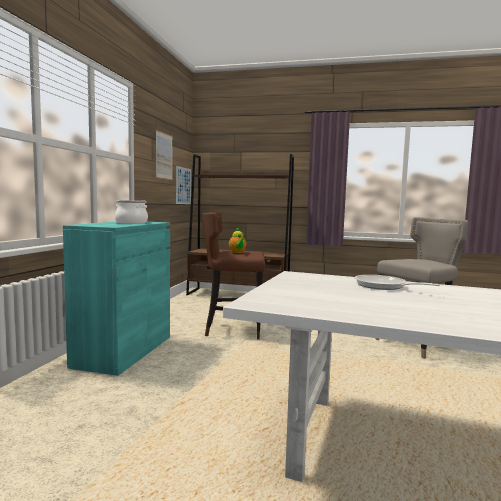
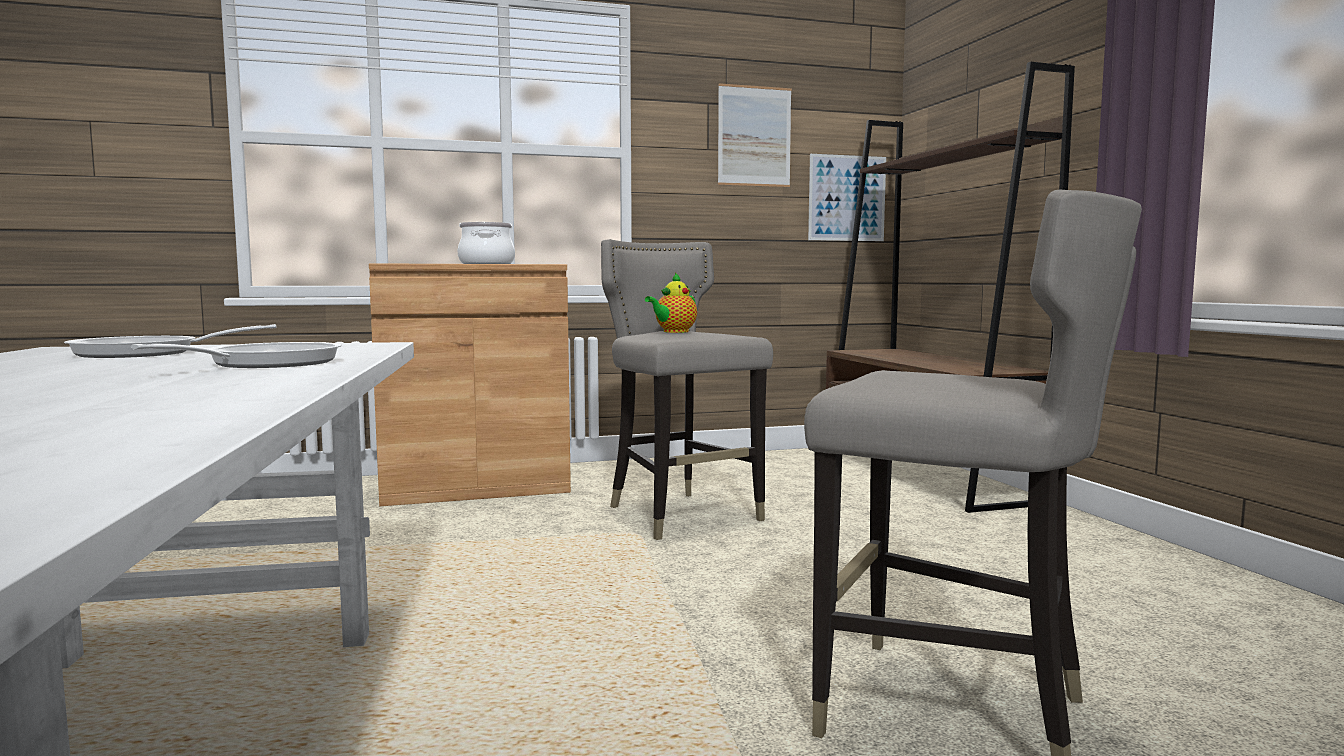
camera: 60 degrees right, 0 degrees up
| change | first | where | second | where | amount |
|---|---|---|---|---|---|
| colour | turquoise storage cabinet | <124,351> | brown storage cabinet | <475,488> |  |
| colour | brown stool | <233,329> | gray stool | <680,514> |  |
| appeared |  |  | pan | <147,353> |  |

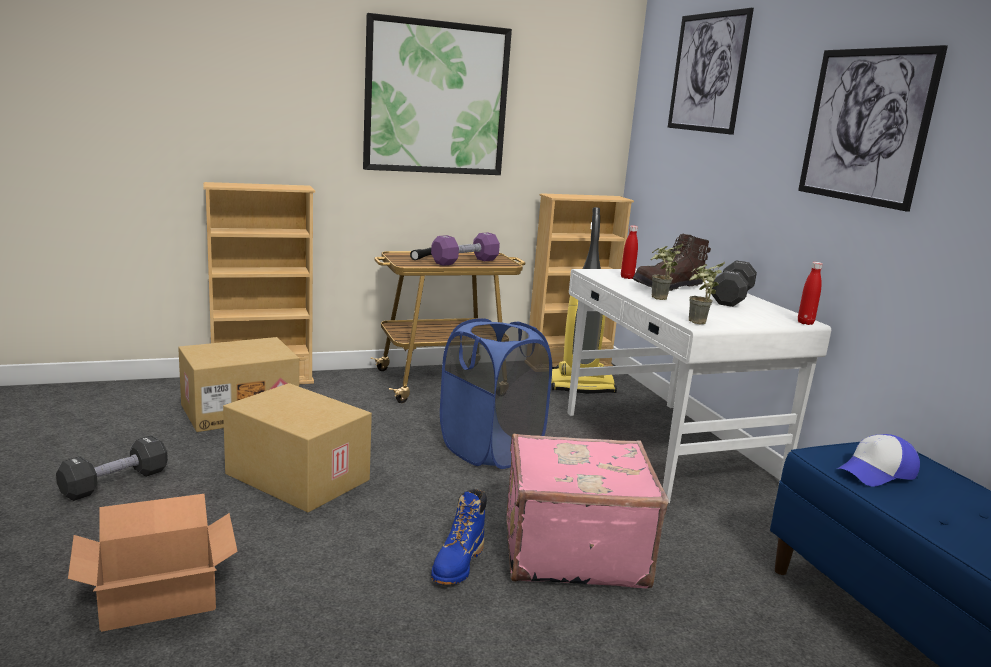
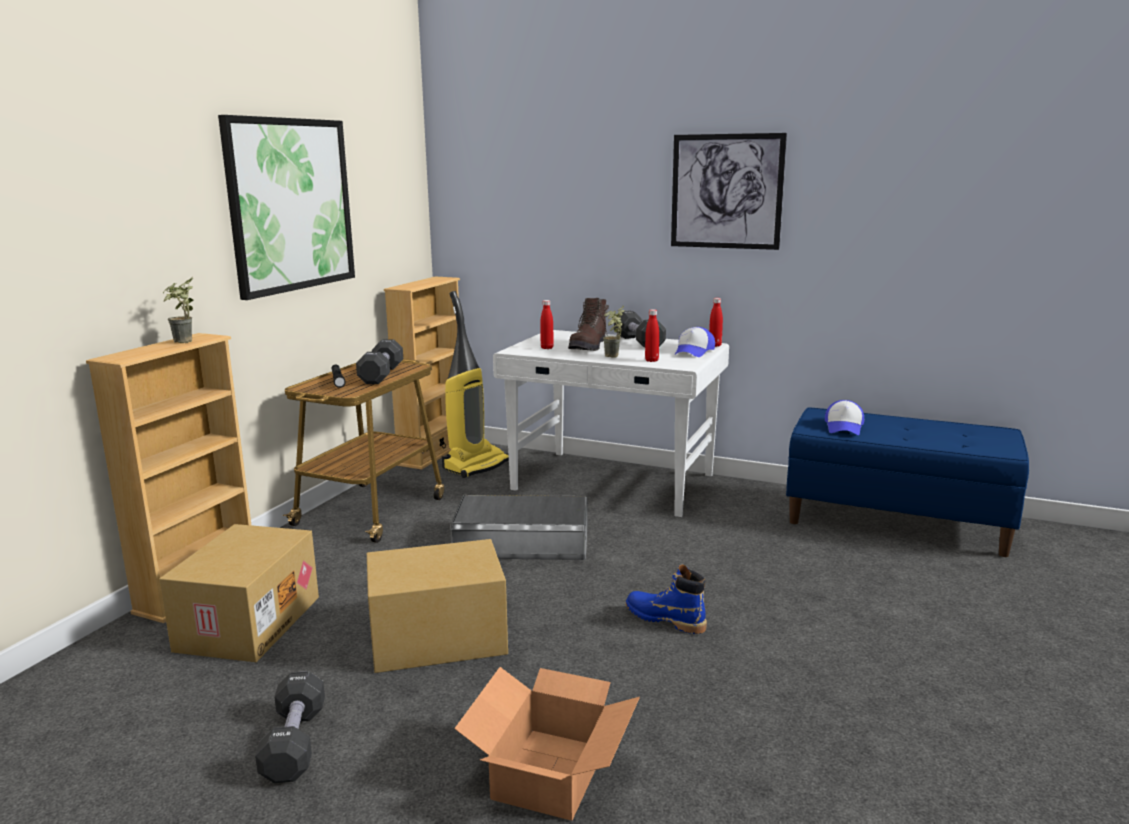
camera: 45 degrees left, 0 degrees up
| change | first | where | second | where | amount |
|---|---|---|---|---|---|
| colour | purple-coloured hand weight | <465,261> | black-coloured hand weight | <381,375> |  |
| spun | blue-coloured boot | <458,564> |  | <665,619> | 150 degrees clockwise |
| exchanged | blue-coloured hamper | <490,450> | gray storage bin | <522,541> |  |
| missing | pink-coloured travel case | <572,549> |  |  |  |
| missing | picture | <707,72> |  |  |  |
| relocated | plant in a pot | <696,323> |  | <183,343> |  |
| appeared |  |  | red beverage bottle | <651,360> |  |
| appeared |  |  | peaked cap | <694,352> |  |

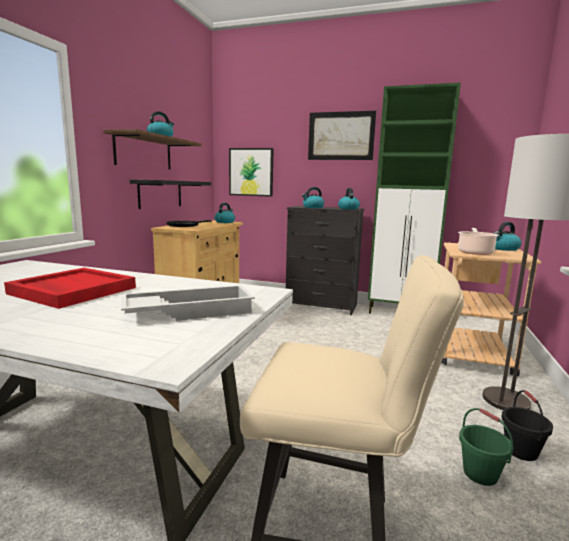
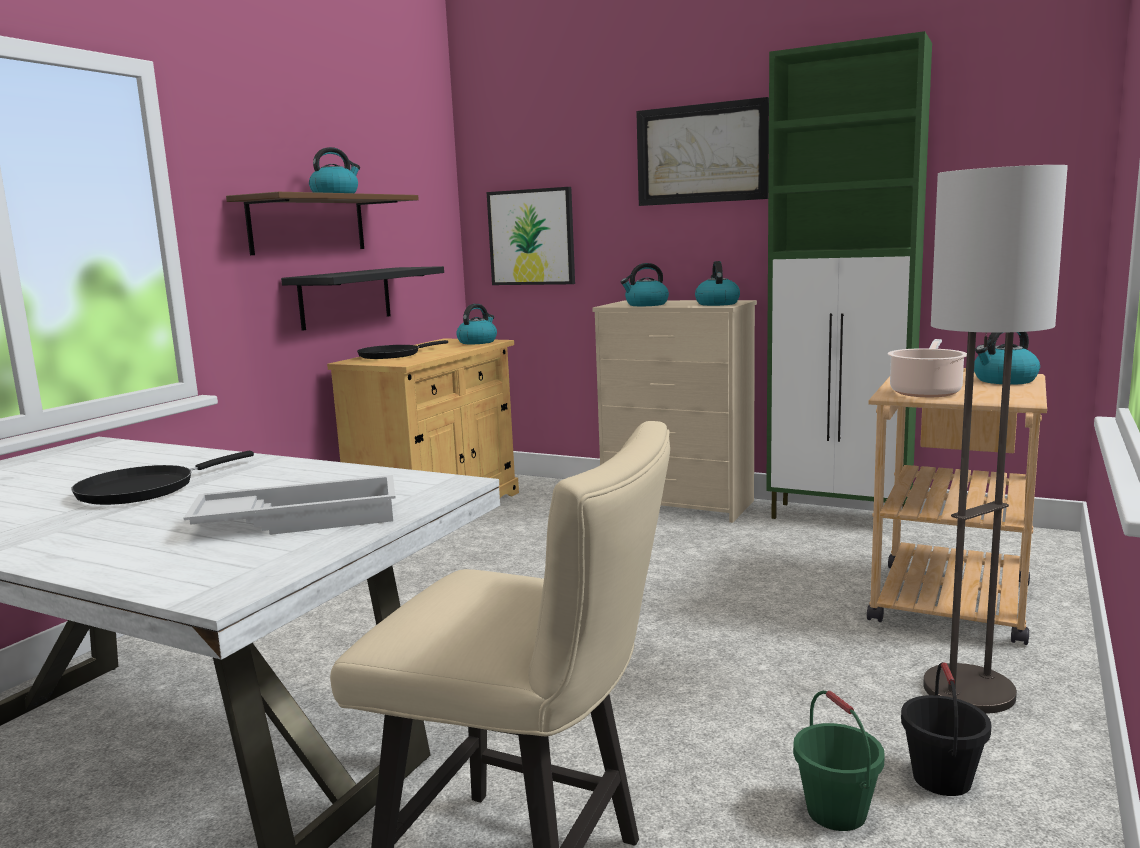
camera: 10 degrees right, 0 degrees up
| change | first | where | second | where | amount |
|---|---|---|---|---|---|
| exchanged | red carrying tray | <72,291> | black-coloured pan | <144,489> |  |
| colour | black-coloured chest of drawers | <322,306> | beige-coloured chest of drawers | <678,504> |  |

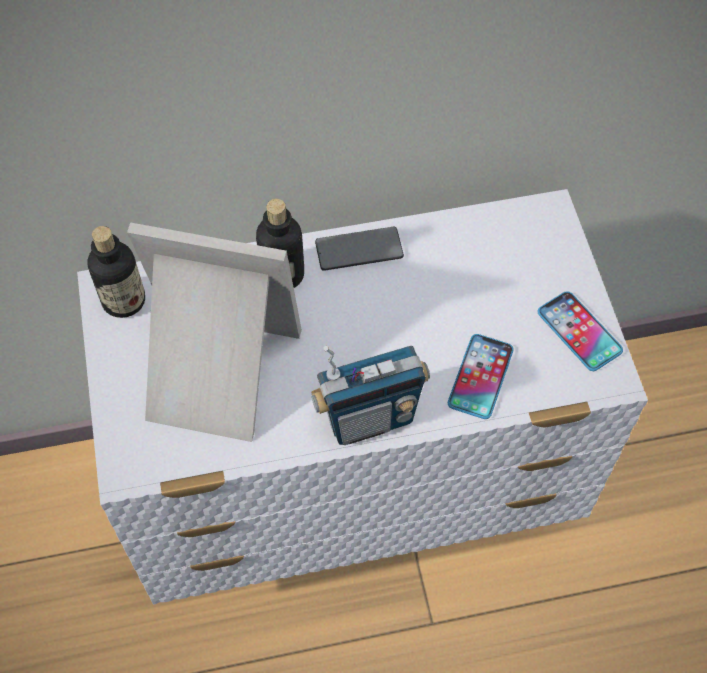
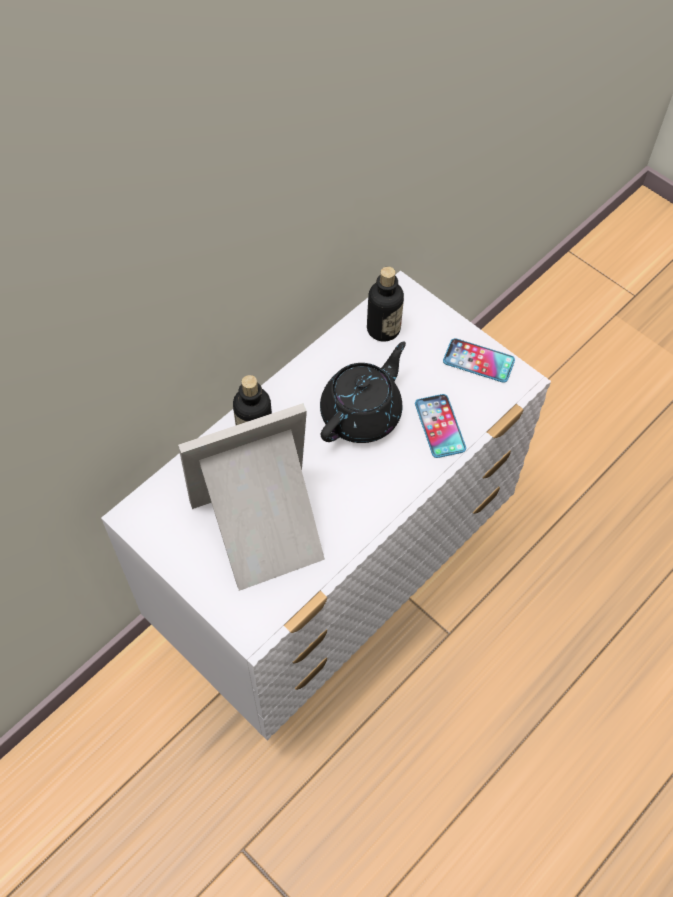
camera: 35 degrees left, 0 degrees up
| change | first | where | second | where | amount |
|---|---|---|---|---|---|
| relocated | beverage bottle | <124,300> |  | <383,329> |  |
| missing | radio set | <369,418> |  |  |  |
| missing | handset | <359,250> |  |  |  |
| appeared |  |  | black-coloured teapot | <362,414> |  |

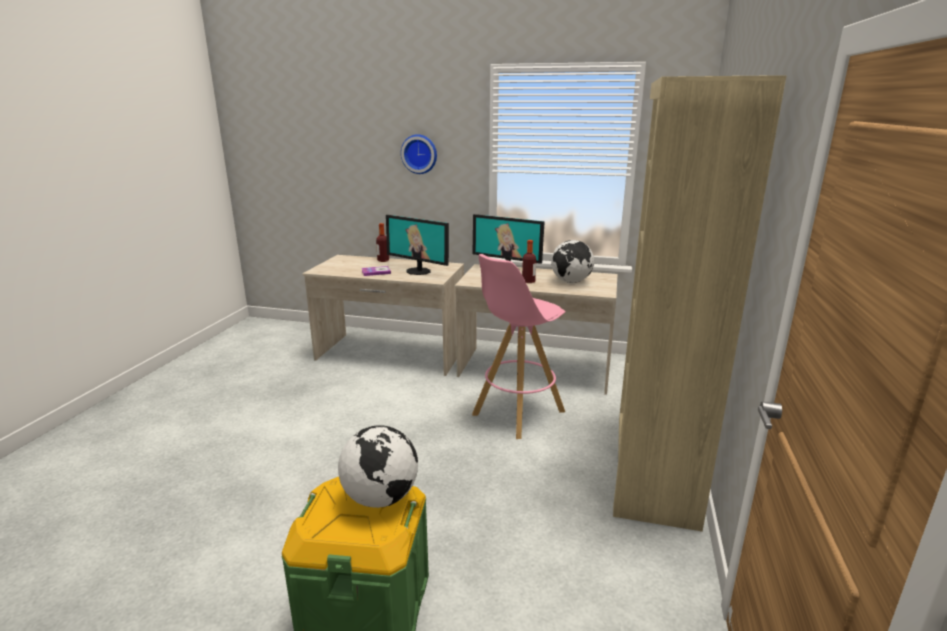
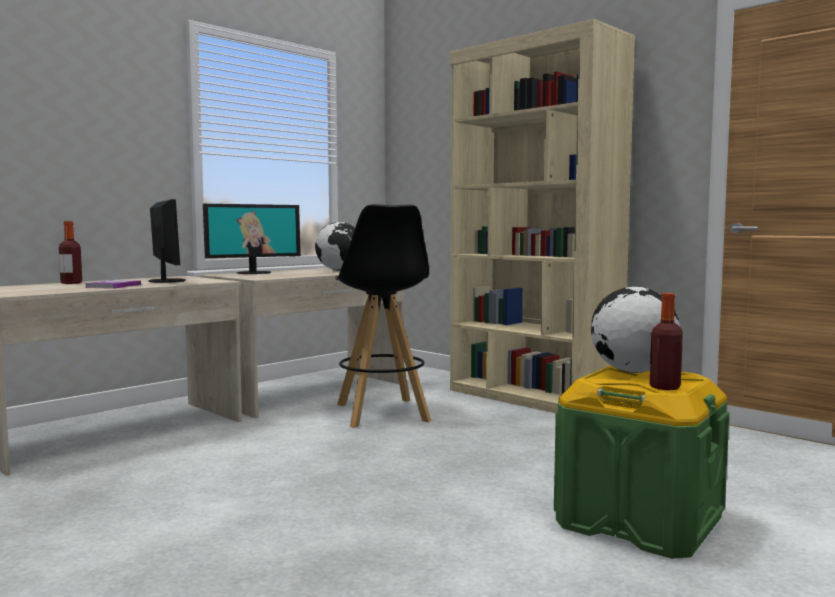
camera: 60 degrees left, 15 degrees down
| change | first | where | second | where | amount |
|---|---|---|---|---|---|
| spun | computer display | <419,271> |  | <166,281> | 90 degrees counterclockwise |
| missing | hanging clock | <419,154> |  |  |  |
| colour | pink-coloured stool | <517,413> | black-coloured stool | <382,413> |  |
| relocated | beverage bottle | <528,281> |  | <665,387> |  |

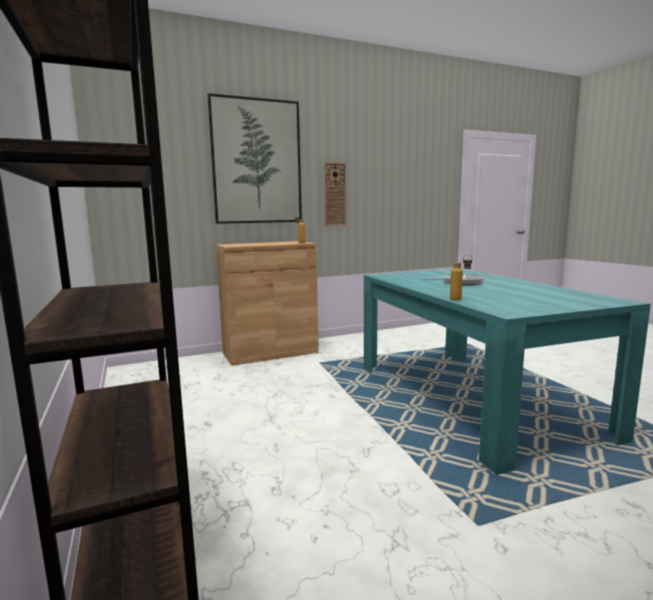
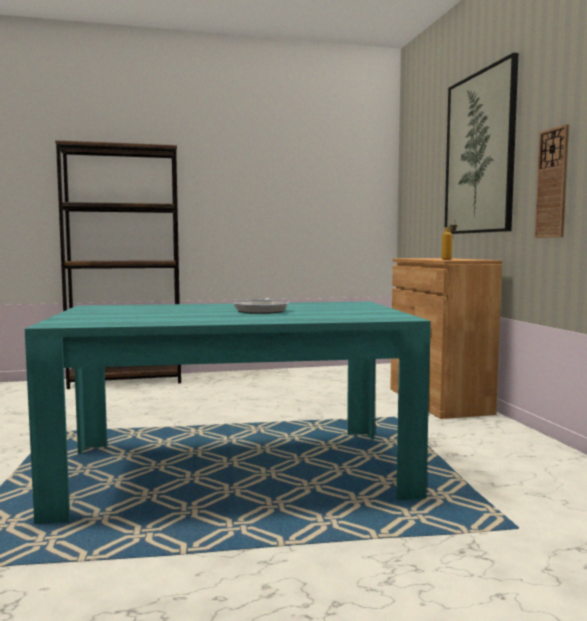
camera: 100 degrees right, 5 degrees down
| change | first | where | second | where | amount |
|---|---|---|---|---|---|
| missing | beverage bottle | <460,300> |  |  |  |

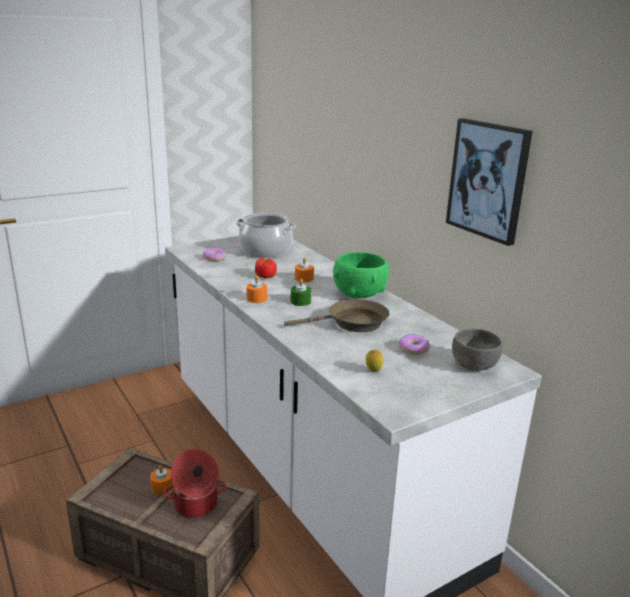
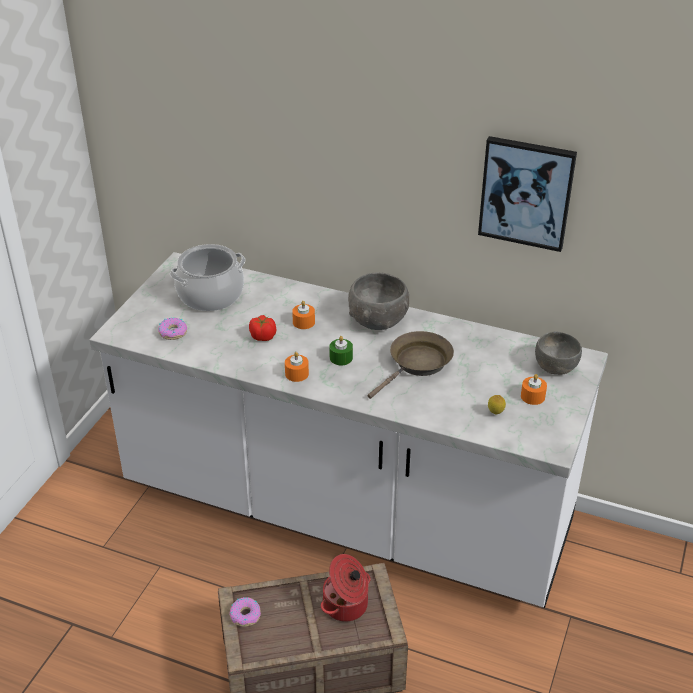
camera: 35 degrees left, 15 degrees up
| change | first | where | second | where | amount |
|---|---|---|---|---|---|
| relocated | orange wax candle | <162,486> |  | <532,396> |  |
| colour | green serving bowl | <359,293> | gray serving bowl | <378,320> |  |
| relocated | ring doughnut | <414,349> |  | <245,615> |  |

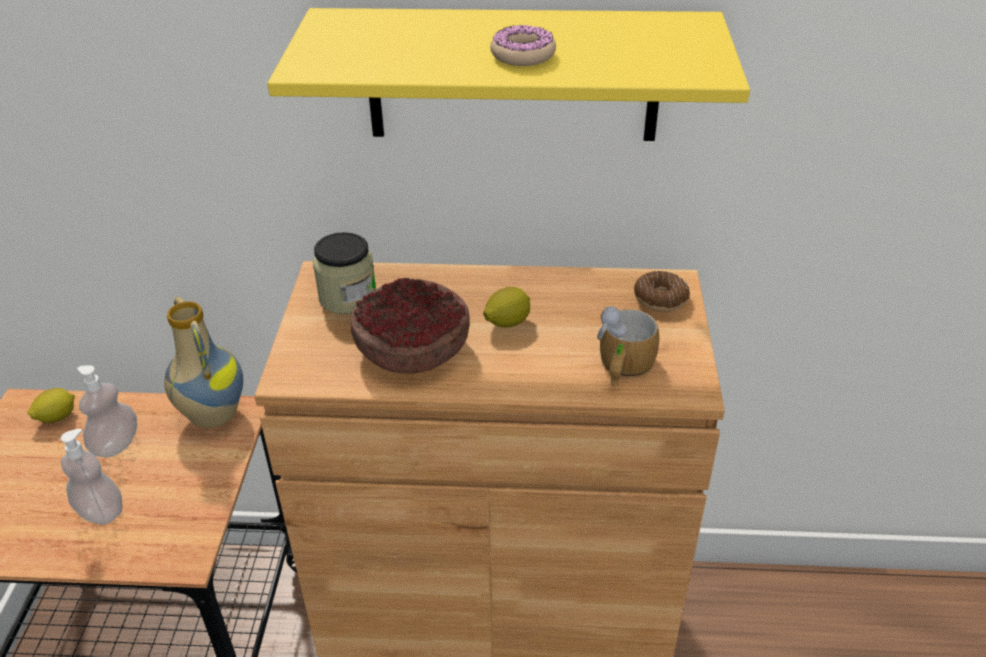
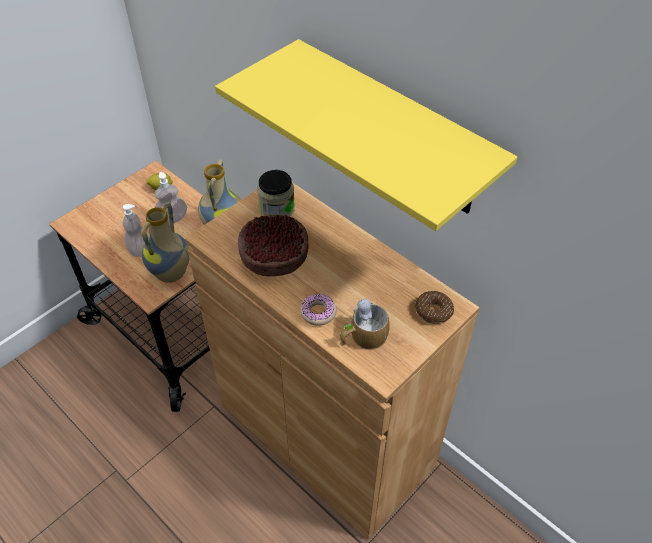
camera: 40 degrees right, 10 degrees up
| change | first | where | second | where | amount |
|---|---|---|---|---|---|
| missing | citrus fruit | <507,323> |  |  |  |
| relocated | ring doughnut | <523,55> |  | <318,312> |  |
| appeared |  |  | flower vase | <172,274> |  |

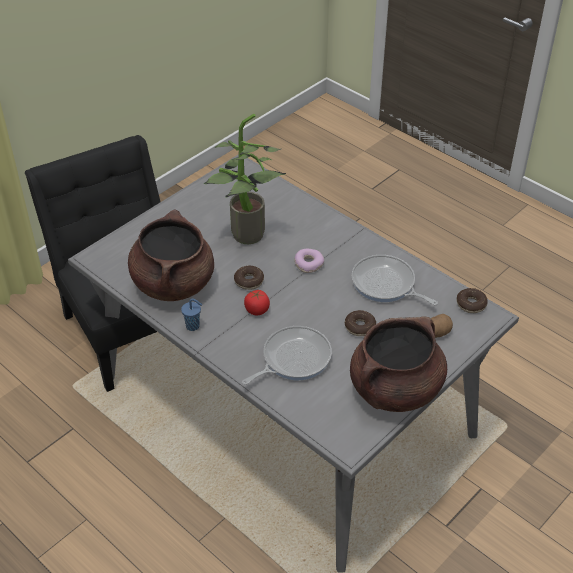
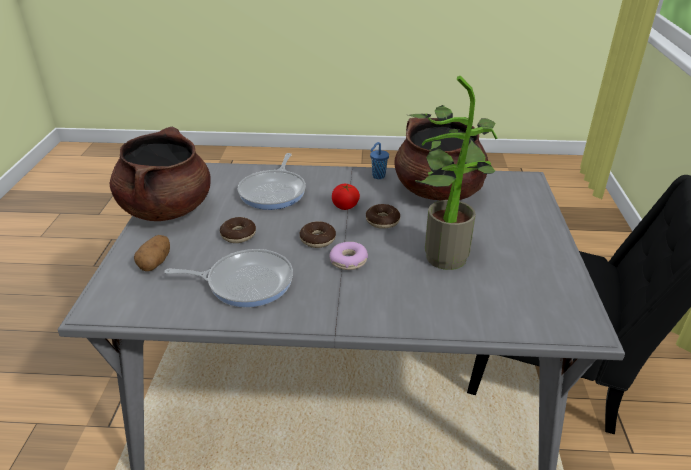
camera: 140 degrees right, 10 degrees down
| change | first | where | second | where | amount |
|---|---|---|---|---|---|
| relocated | ring doughnut | <471,304> |  | <317,239> |  |

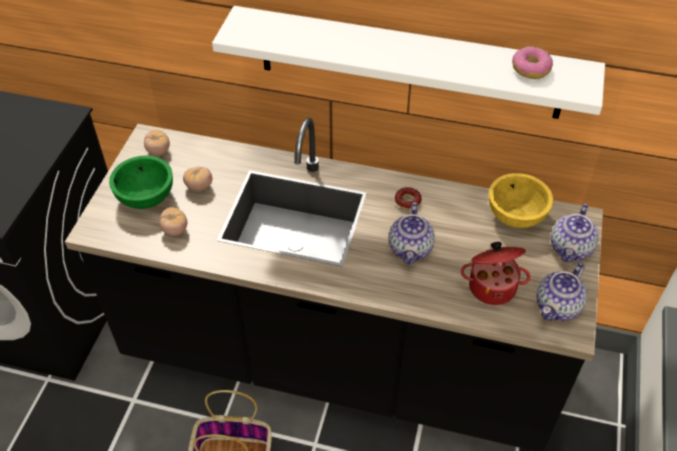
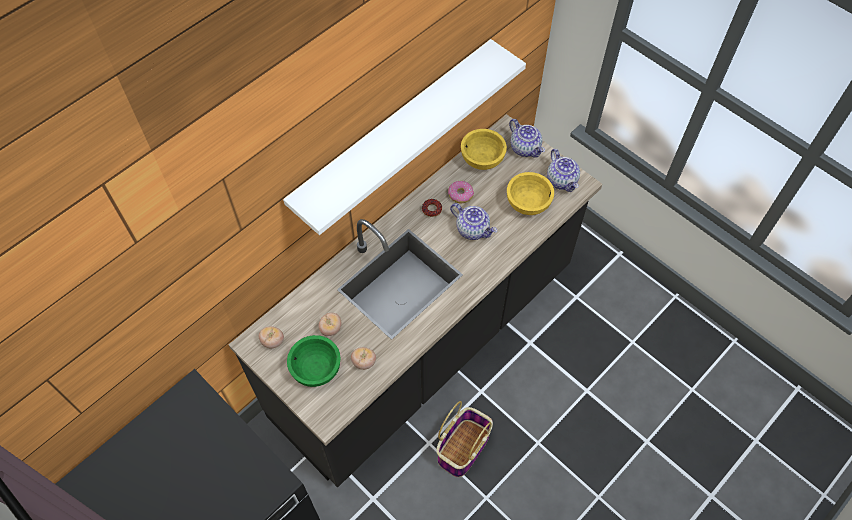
camera: 60 degrees left, 10 degrees up
| change | first | where | second | where | amount |
|---|---|---|---|---|---|
| exchanged | cooking pot | <492,286> | yellow-coloured serving bowl | <528,203> |  |
| relocated | ring doughnut | <530,68> |  | <460,195> |  |

